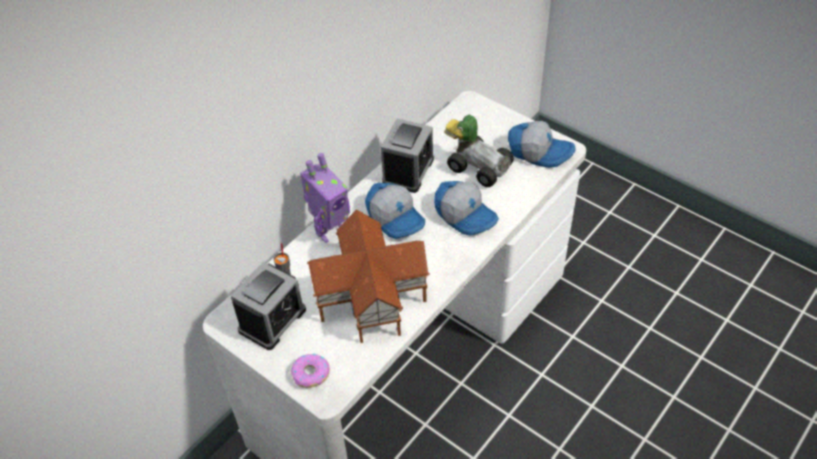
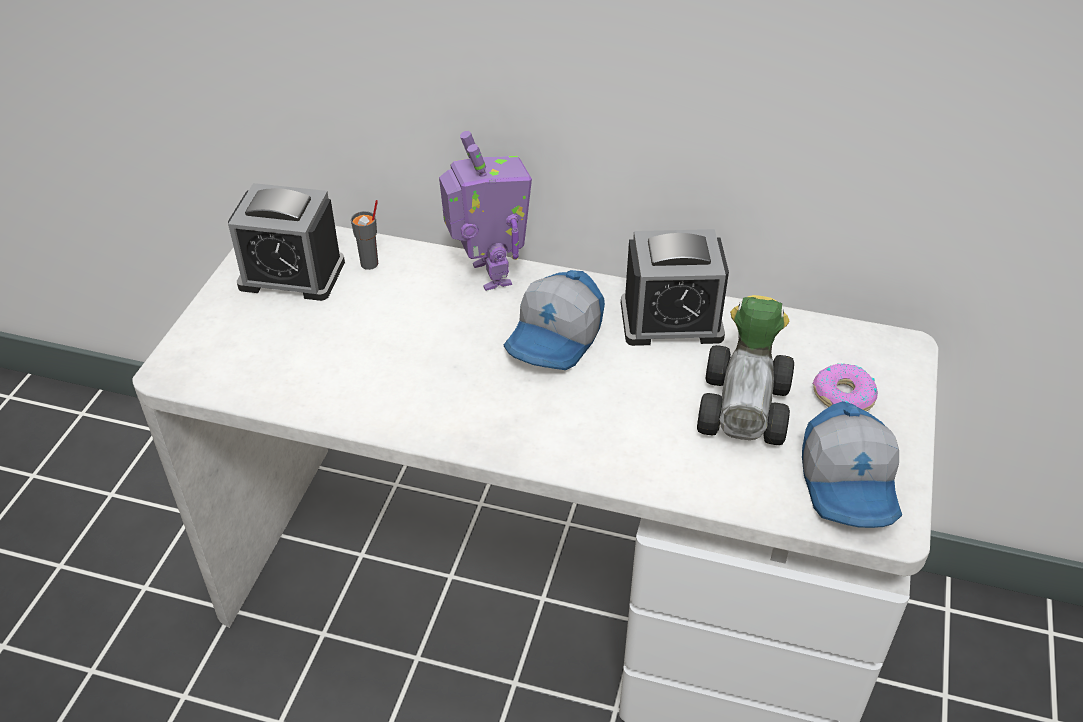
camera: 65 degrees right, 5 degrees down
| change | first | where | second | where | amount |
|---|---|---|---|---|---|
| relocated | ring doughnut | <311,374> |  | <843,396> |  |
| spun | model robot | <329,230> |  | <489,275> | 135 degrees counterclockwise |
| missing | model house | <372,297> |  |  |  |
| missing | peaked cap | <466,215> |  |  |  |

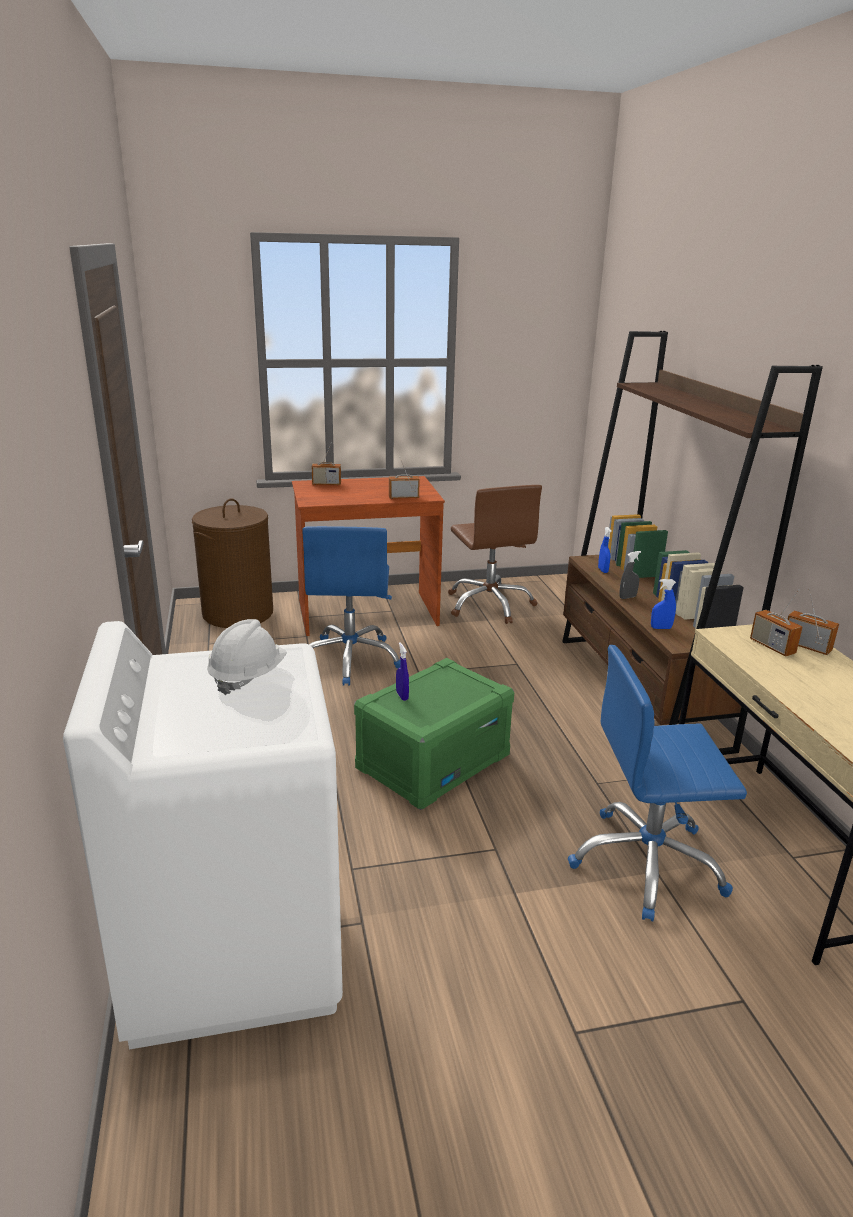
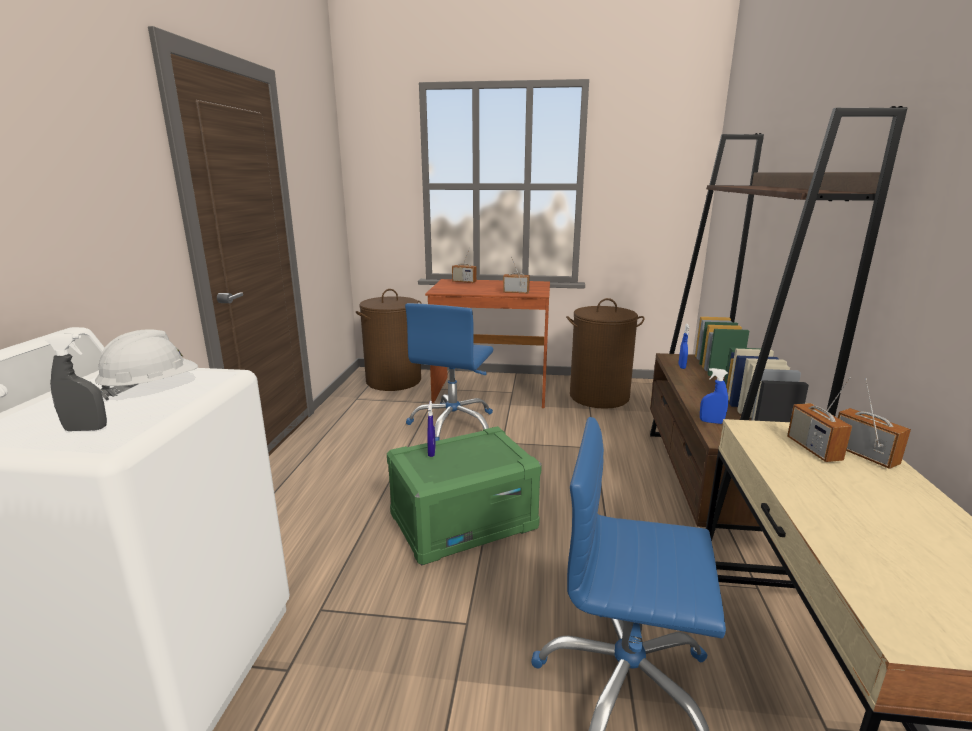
camera: 20 degrees right, 5 degrees down
| change | first | where | second | where | amount |
|---|---|---|---|---|---|
| exchanged | brown desk chair | <490,605> | brown hamper | <599,397> |  |
| relocated | gray hand sprayer | <627,597> |  | <86,429> |  |

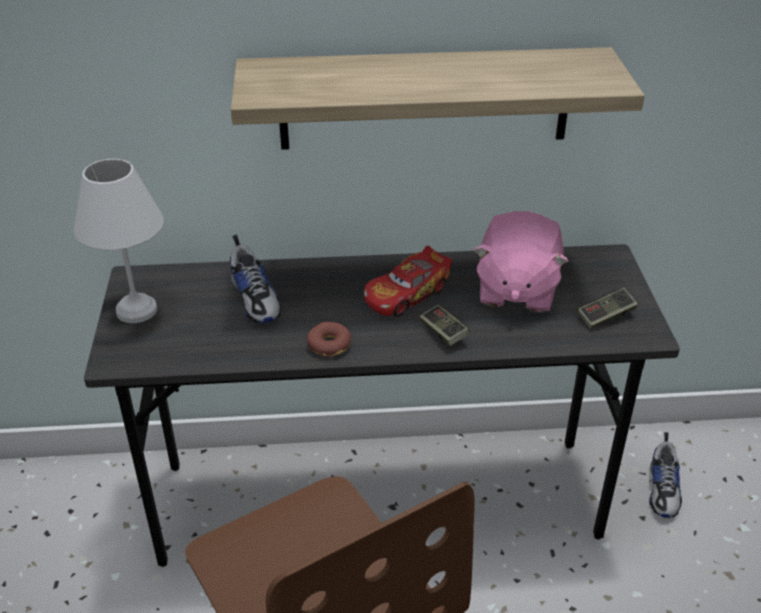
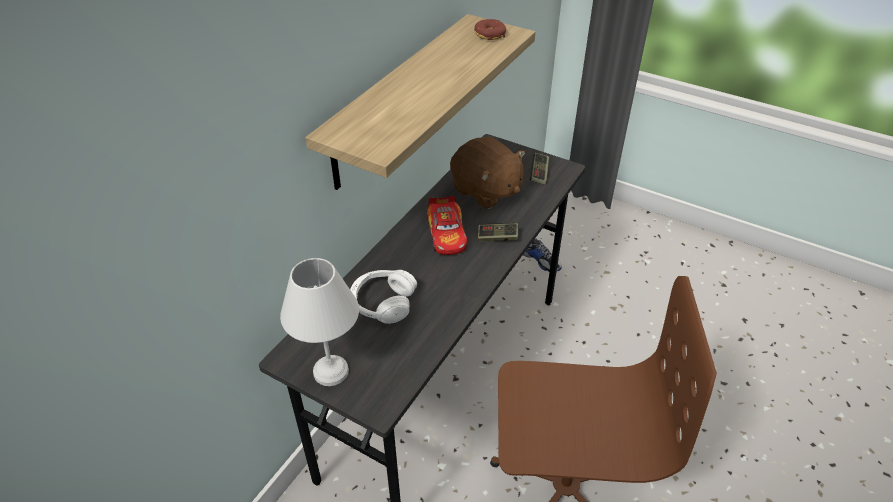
camera: 55 degrees left, 5 degrees up
| change | first | where | second | where | amount |
|---|---|---|---|---|---|
| exchanged | low shoe | <256,299> | white headset | <382,302> |  |
| relocated | ring doughnut | <329,345> |  | <489,35> |  |
| colour | pink-coloured plush toy | <516,290> | brown plush toy | <486,191> |  |

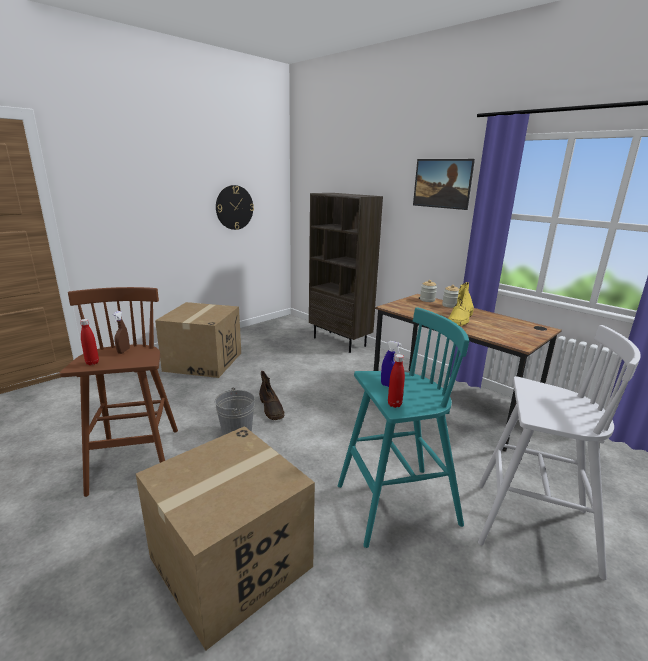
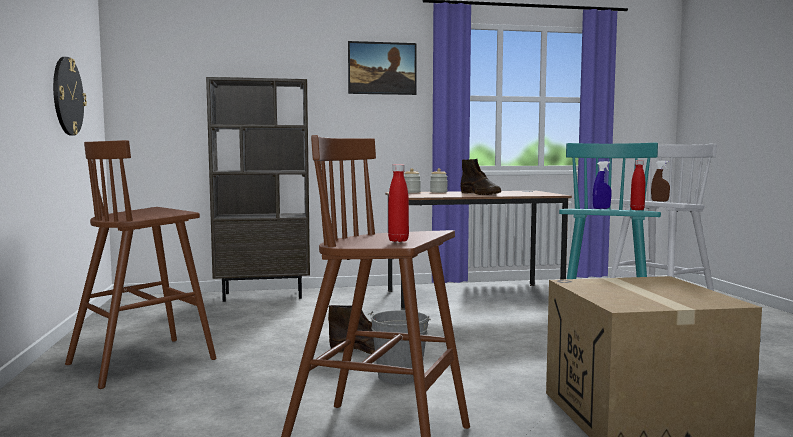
camera: 55 degrees left, 15 degrees down
| change | first | where | second | where | amount |
|---|---|---|---|---|---|
| relocated | brown hand sprayer | <123,351> |  | <659,201> |  |
| exchanged | cardboard box | <203,361> | brown stool | <144,361> |  |
| colour | yellow-coloured boot | <460,320> | brown boot | <480,194> |  |

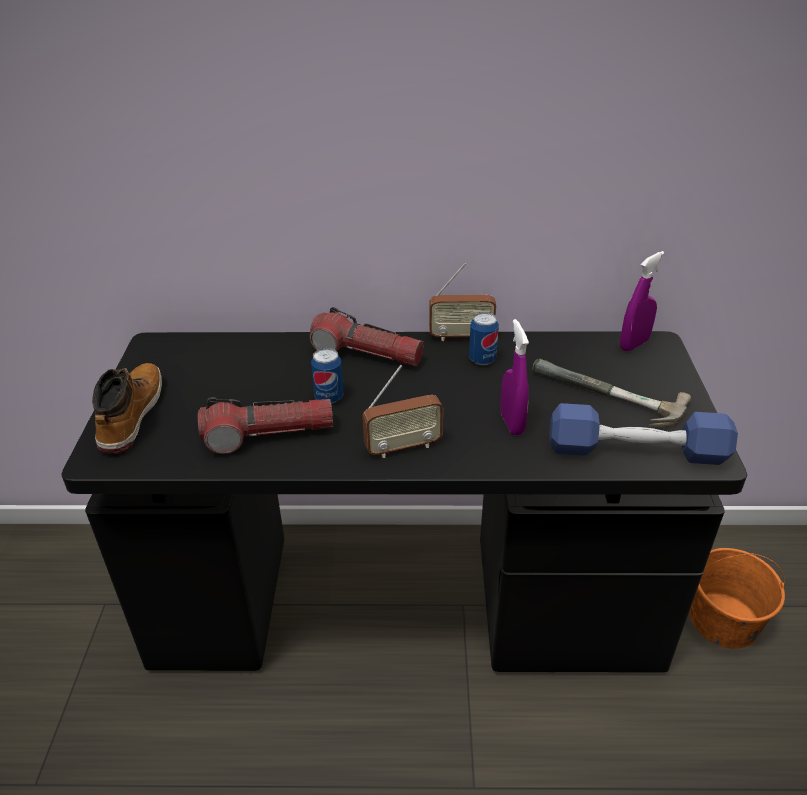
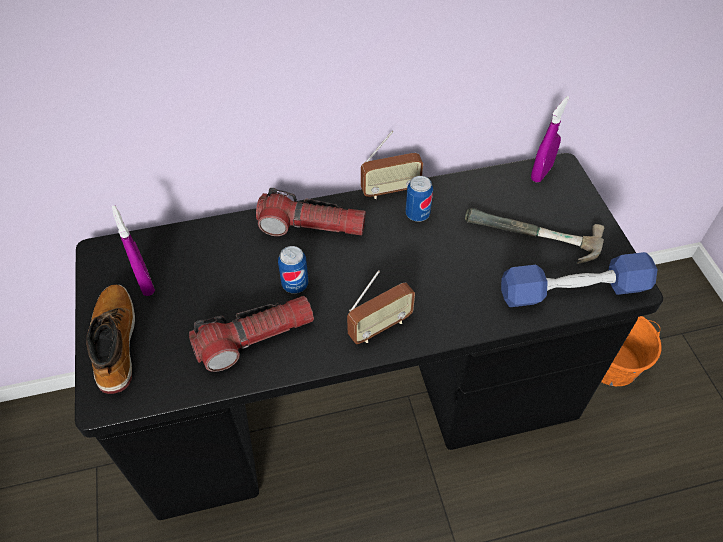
camera: 15 degrees left, 15 degrees up
| change | first | where | second | where | amount |
|---|---|---|---|---|---|
| relocated | purple-coloured hand sprayer | <511,423> |  | <145,283> |  |

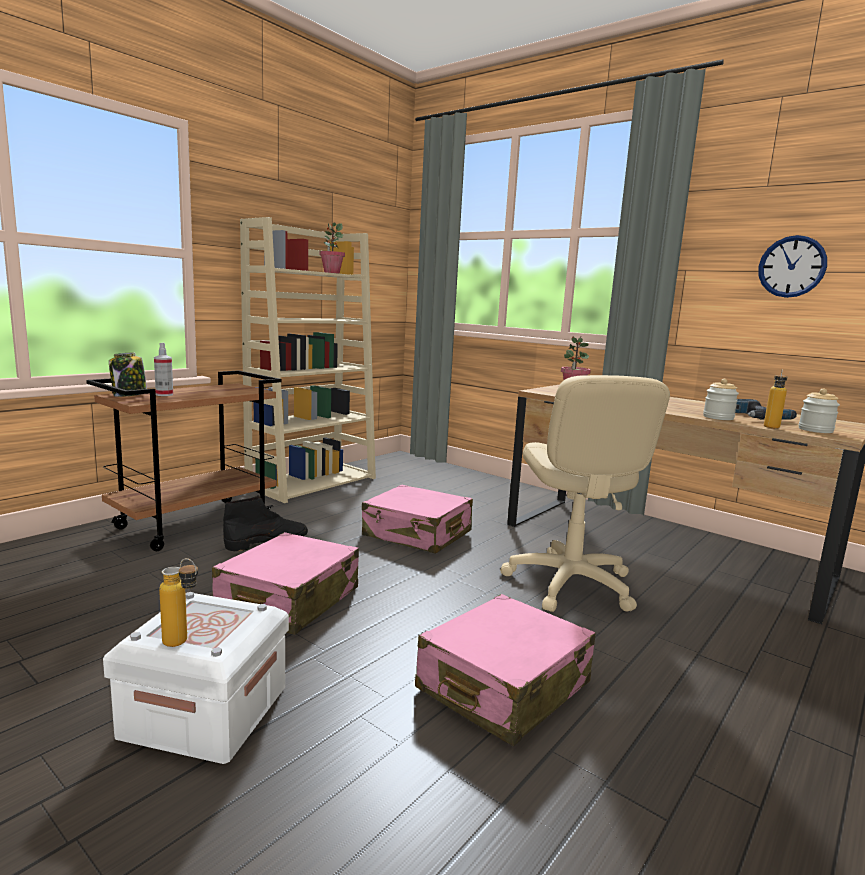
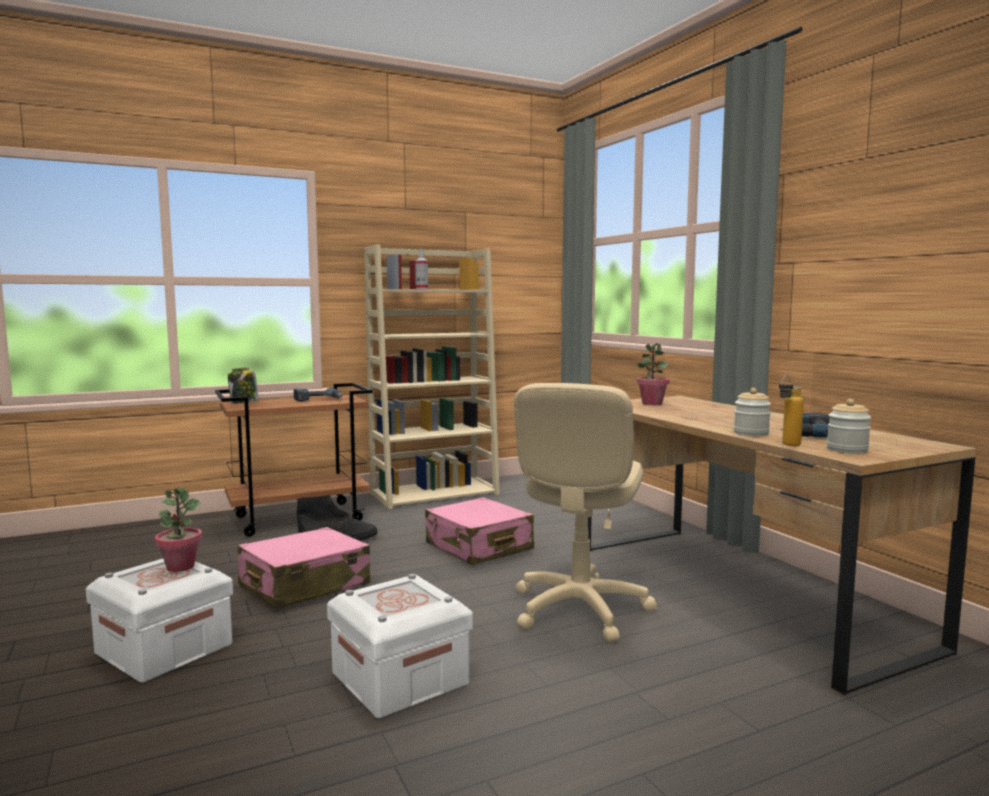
camera: 25 degrees right, 5 degrees down
| change | first | where | second | where | amount |
|---|---|---|---|---|---|
| relocated | hand sprayer | <164,394> |  | <421,289> |  |
| missing | beverage bottle | <182,644> |  |  |  |
| relocated | plant in a pot | <331,273> |  | <180,567> |  |
| exchanged | pink-coloured travel case | <503,687> | white storage bin | <400,679> |  |
| missing | hanging clock | <792,266> |  |  |  |
| appeared |  |  | power drill | <318,399> |  |

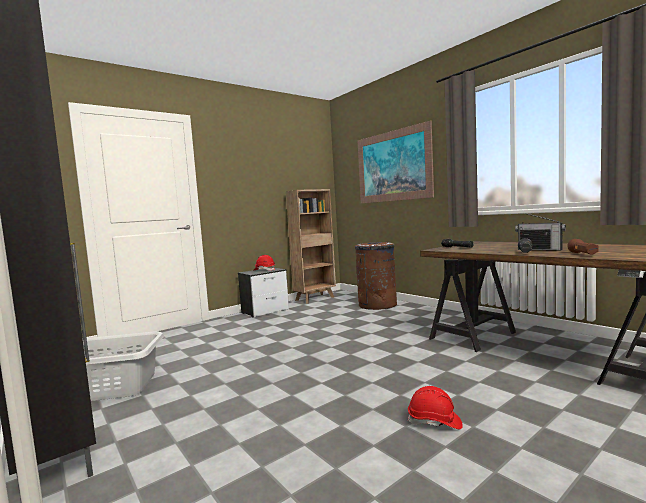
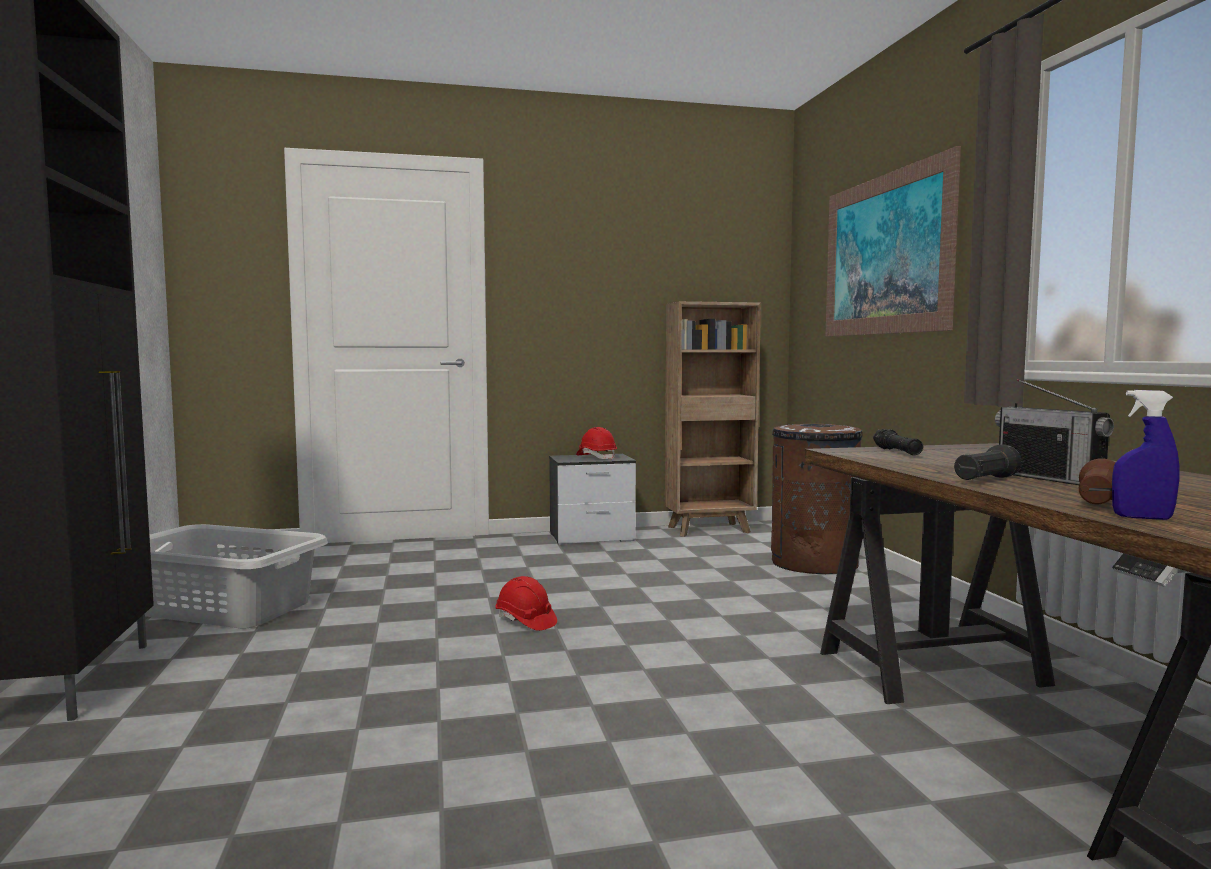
camera: 25 degrees right, 0 degrees up
| change | first | where | second | where | amount |
|---|---|---|---|---|---|
| relocated | red hard hat | <434,422> |  | <525,621> |  |
| appeared |  |  | blue-coloured hand sprayer | <1142,517> |  |

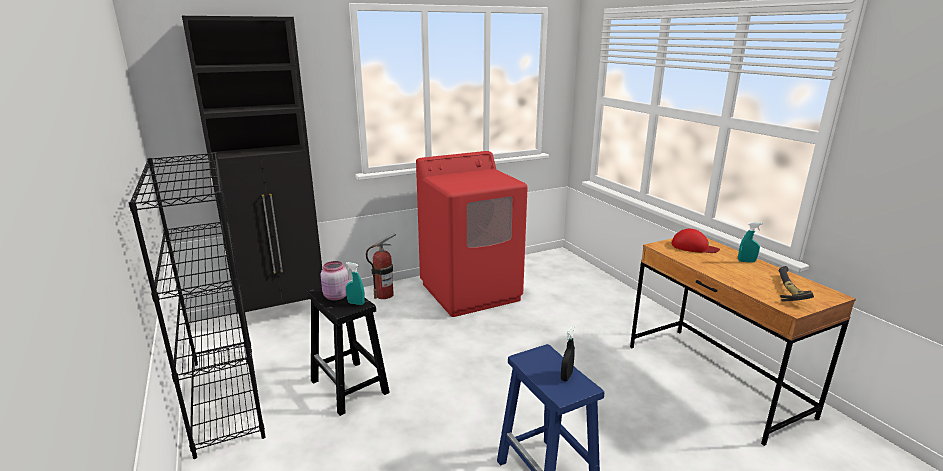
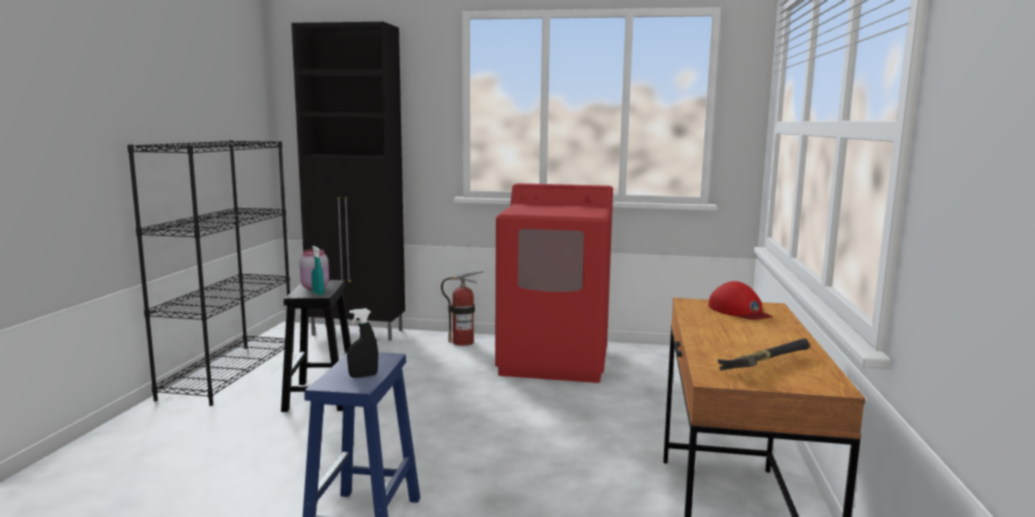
camera: 35 degrees right, 10 degrees down
| change | first | where | second | where | amount |
|---|---|---|---|---|---|
| missing | turquoise hand sprayer | <746,261> |  |  |  |

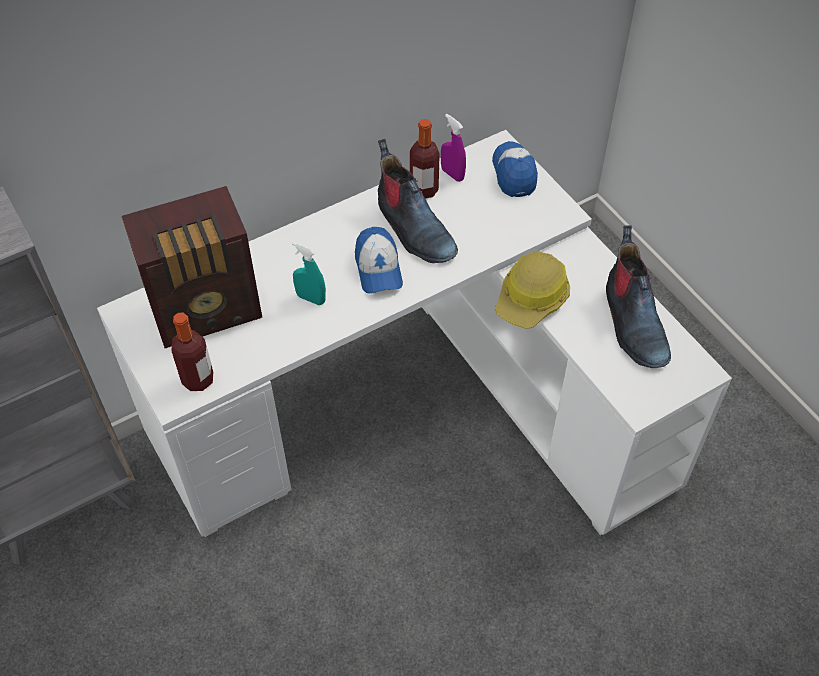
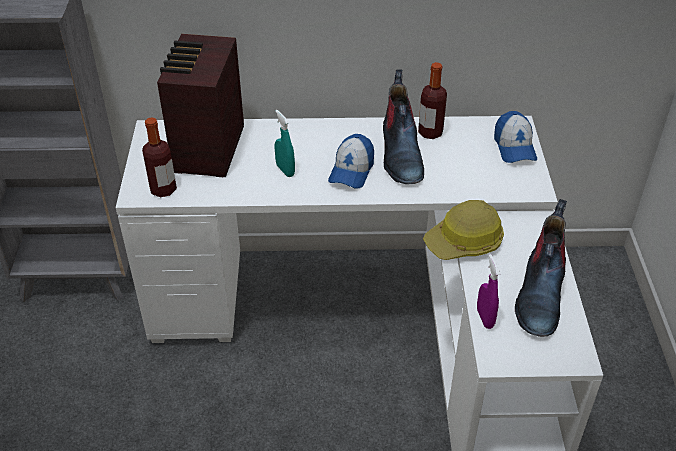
camera: 30 degrees right, 10 degrees down
| change | first | where | second | where | amount |
|---|---|---|---|---|---|
| spun | radio set | <208,311> |  | <207,150> | 90 degrees clockwise |
| relocated | purple-coloured hand sprayer | <452,174> |  | <485,318> |  |
| spun | peaked cap | <514,173> |  | <514,147> | 150 degrees clockwise |

